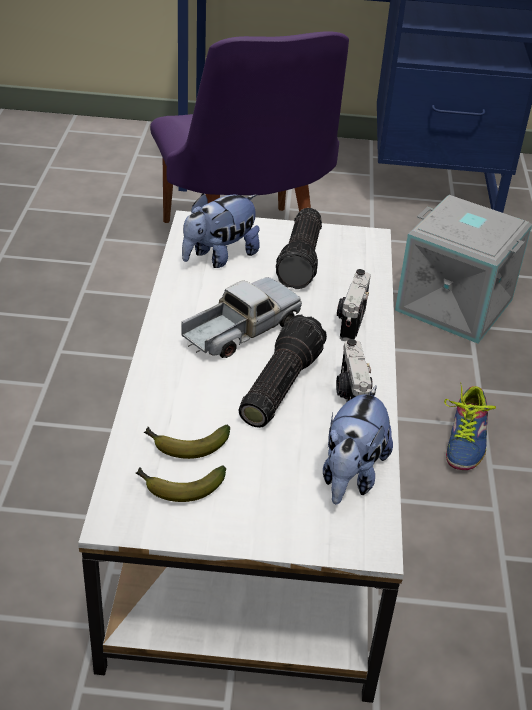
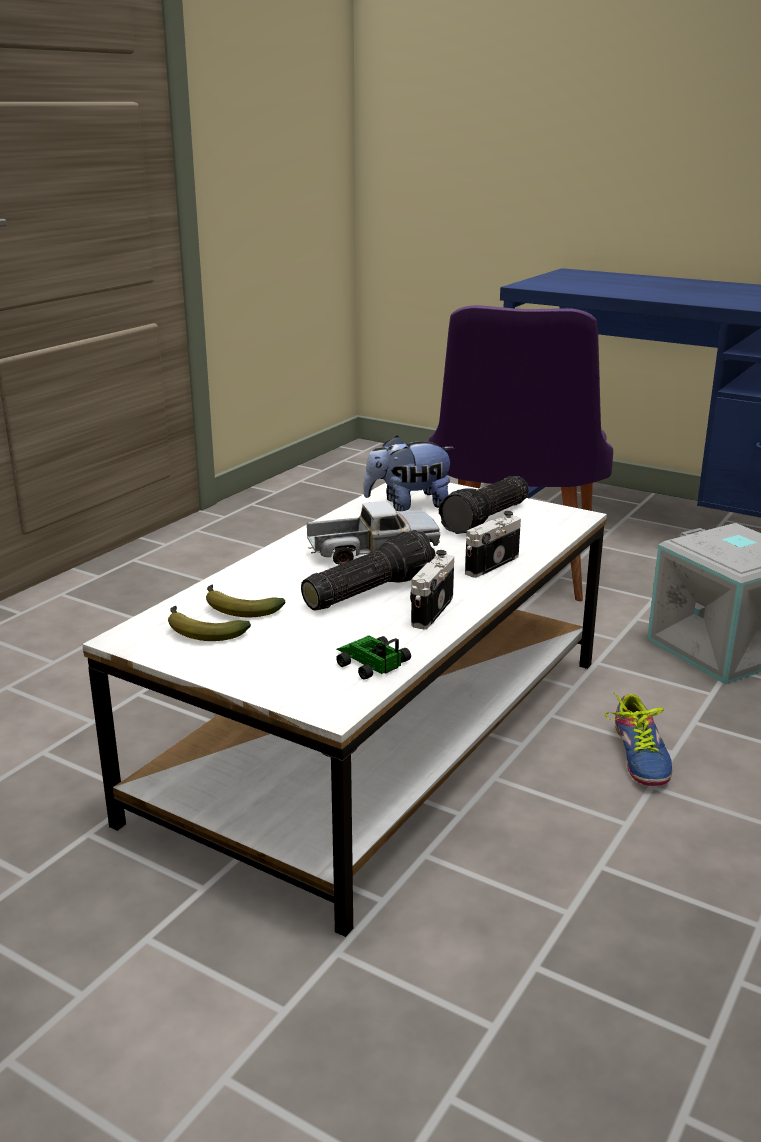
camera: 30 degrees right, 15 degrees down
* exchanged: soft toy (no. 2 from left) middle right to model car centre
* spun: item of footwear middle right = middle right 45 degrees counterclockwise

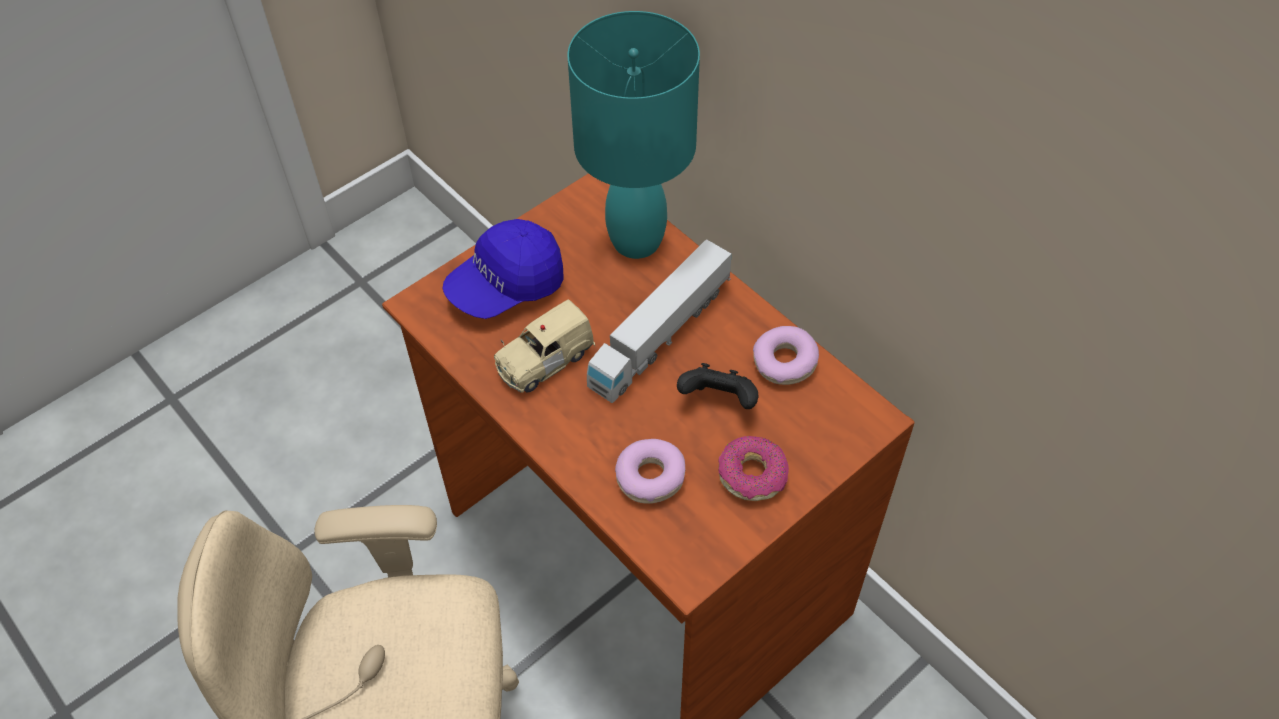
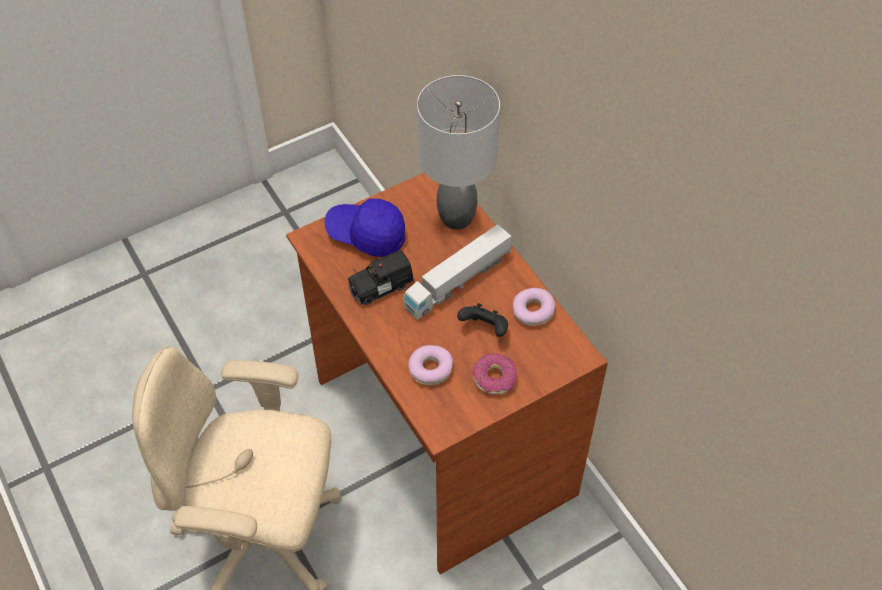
camera: 10 degrees right, 0 degrees up
* spun: bluish cap centre = centre 45 degrees clockwise
* colour: sand-coloured model car centre to black-coloured model car centre
* colour: blue-green tabletop lamp top centre to grey tabletop lamp top centre

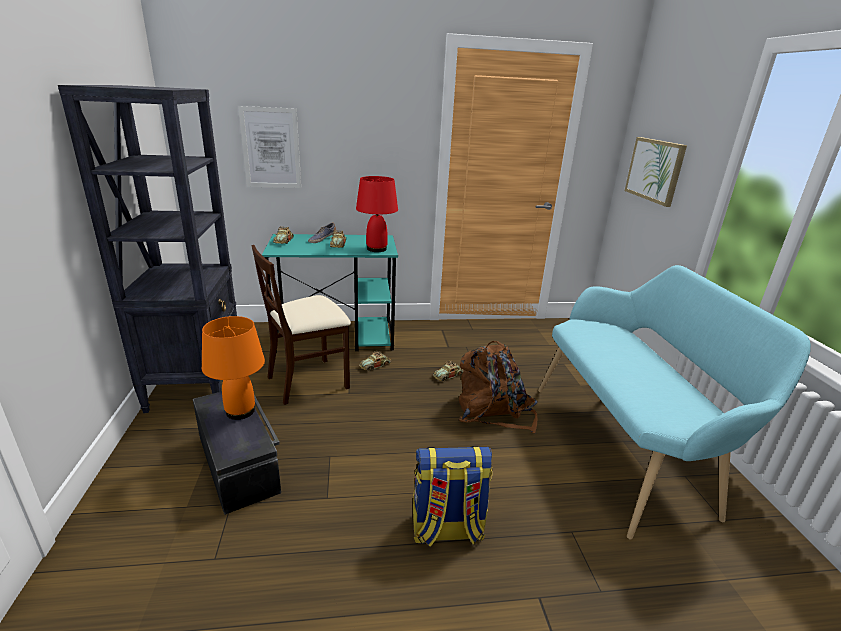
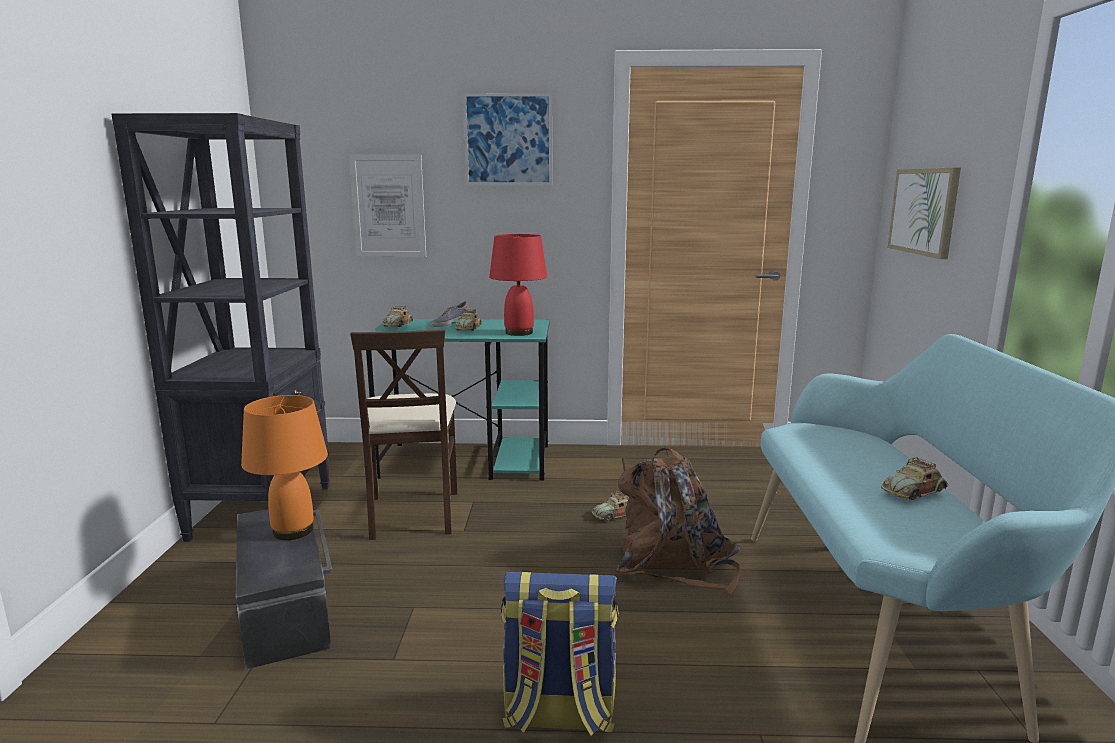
camera: 10 degrees right, 10 degrees down
* spun: sand-coloured upright chair centre = centre 75 degrees counterclockwise
* relocated: model car (no. 3 from left in the first image) centre to model car (no. 4 from left) middle right
* appeared: picture (no. 2 from left) top centre

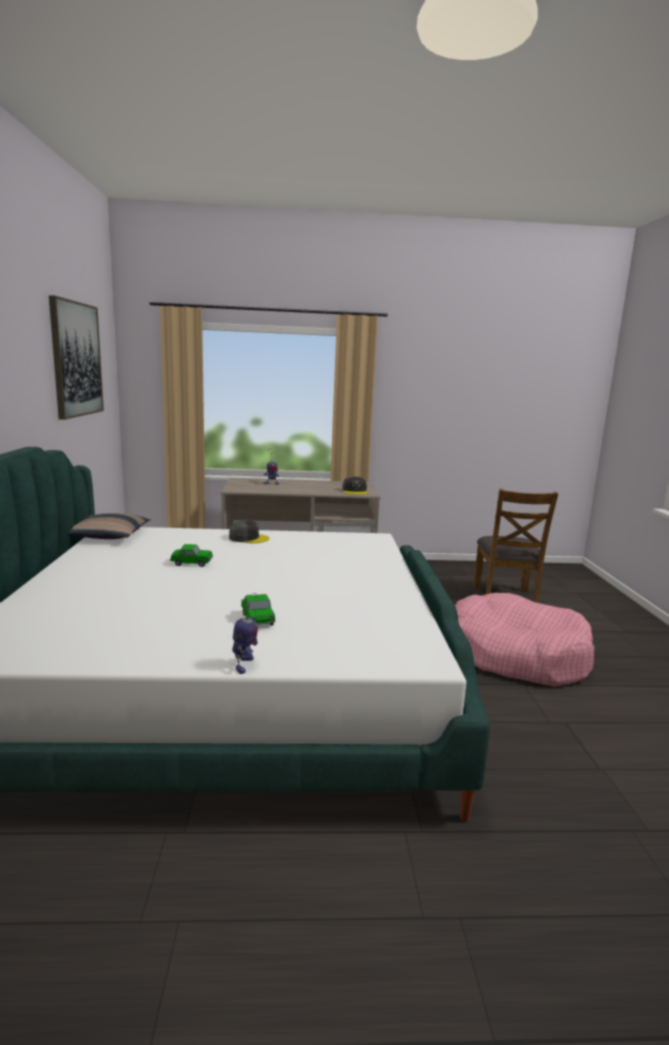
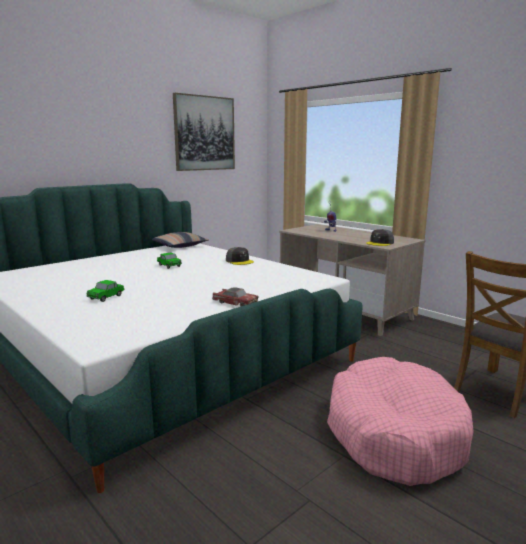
camera: 50 degrees right, 0 degrees up
* missing: robot figure (no. 1 from left) centre
* appeared: model car (no. 3 from left) centre

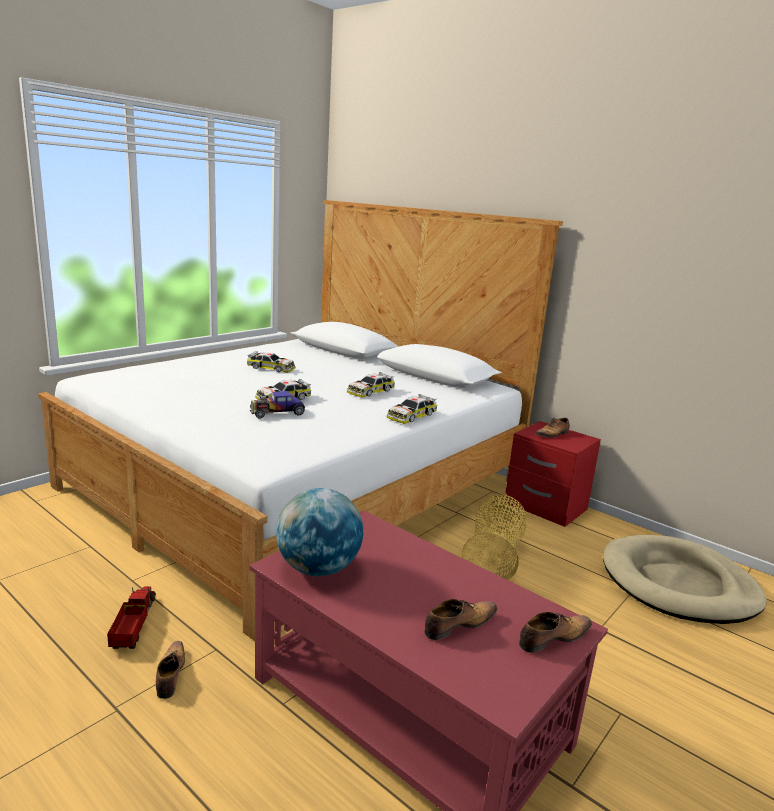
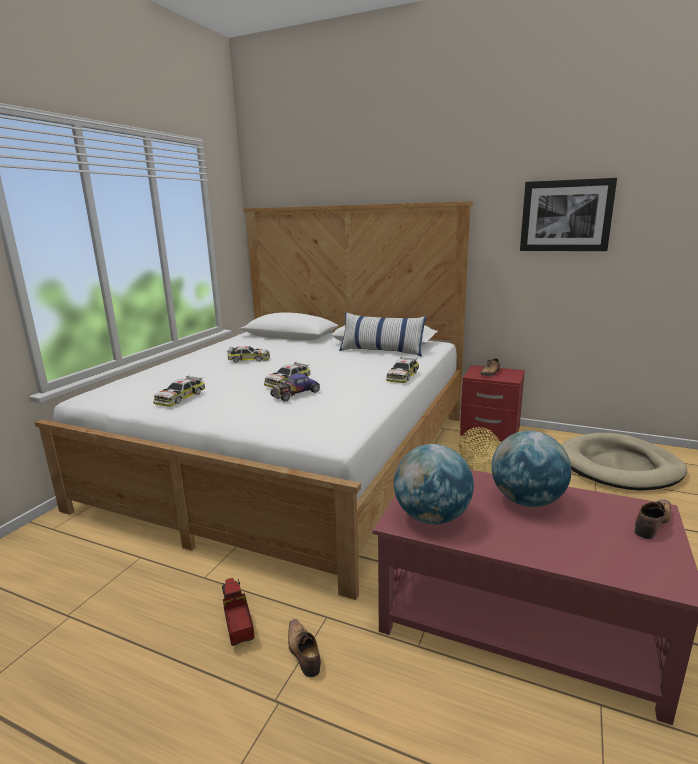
camera: 15 degrees left, 0 degrees up
* relocated: model car (no. 4 from left in the first image) centre to model car (no. 1 from left) middle left
* missing: item of footwear (no. 2 from left) bottom centre
* appeared: pillow centre
* appeared: world globe (no. 2 from left) middle right
* appeared: picture top right

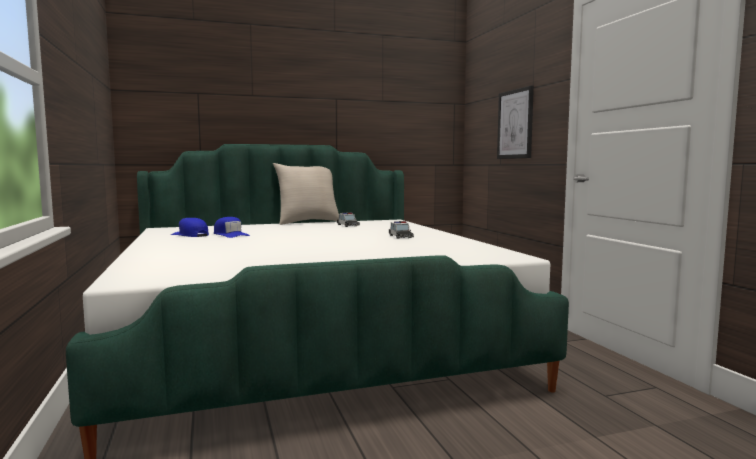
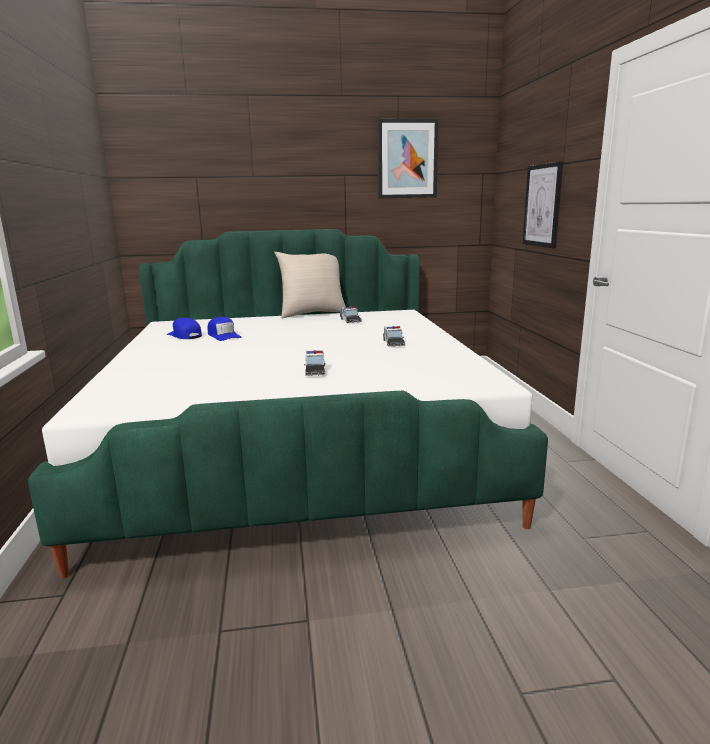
camera: 10 degrees right, 10 degrees up
* appeared: model car (no. 1 from left) centre
* appeared: picture (no. 1 from left) top centre

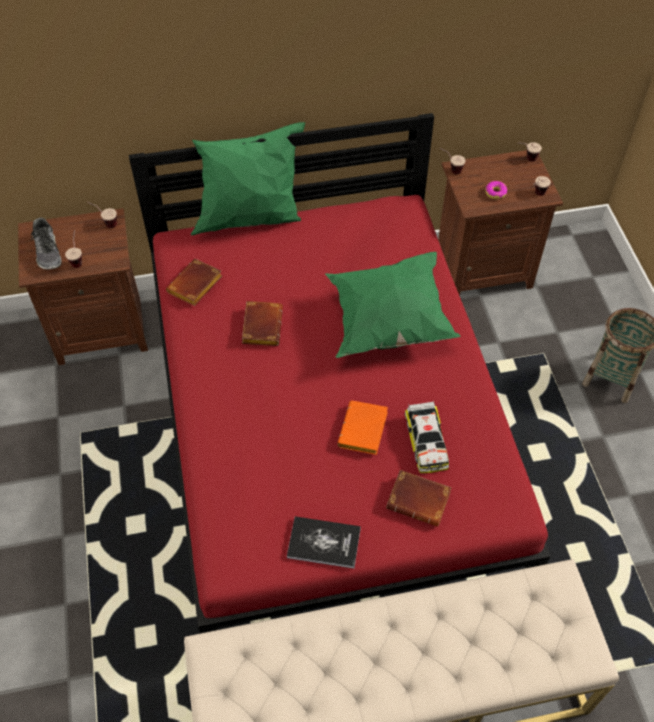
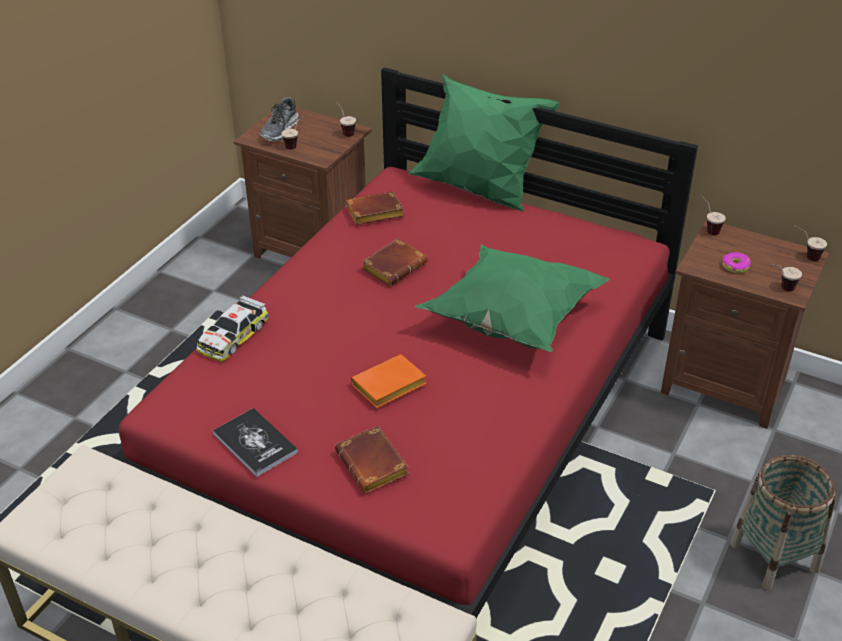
camera: 40 degrees right, 15 degrees down
* relocated: model car centre to middle left

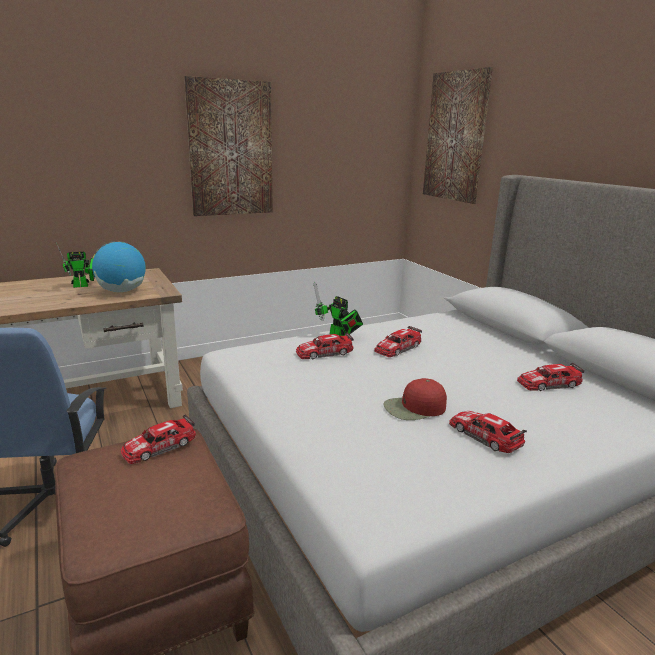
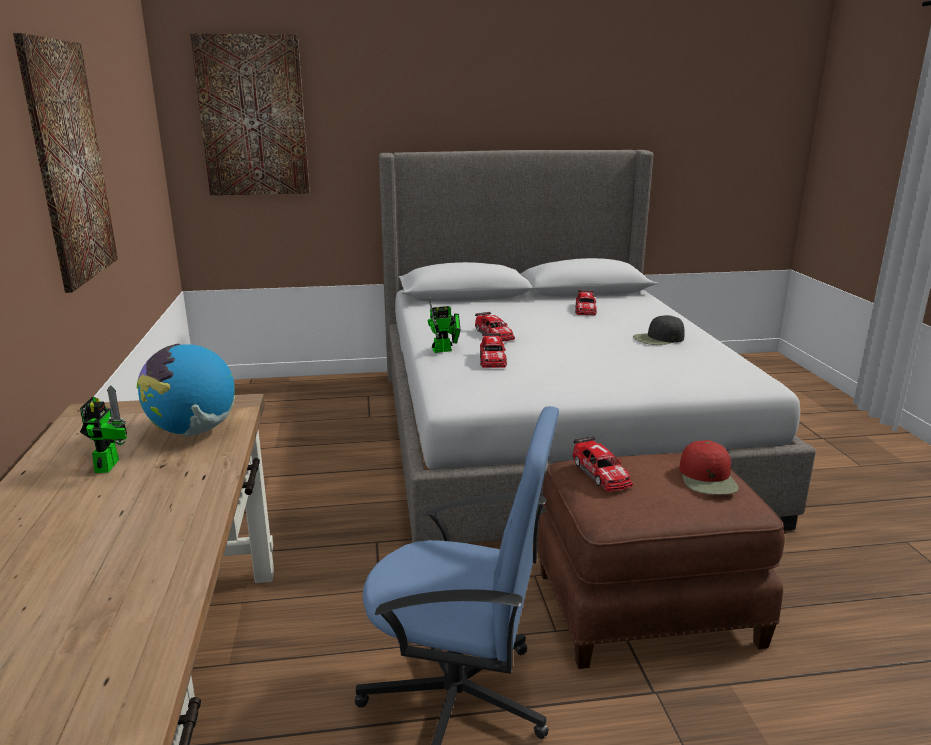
camera: 70 degrees left, 0 degrees up
* relocated: reddish cap centre to middle right
* exchanged: model car (no. 4 from left) middle right to black-coloured cap middle right

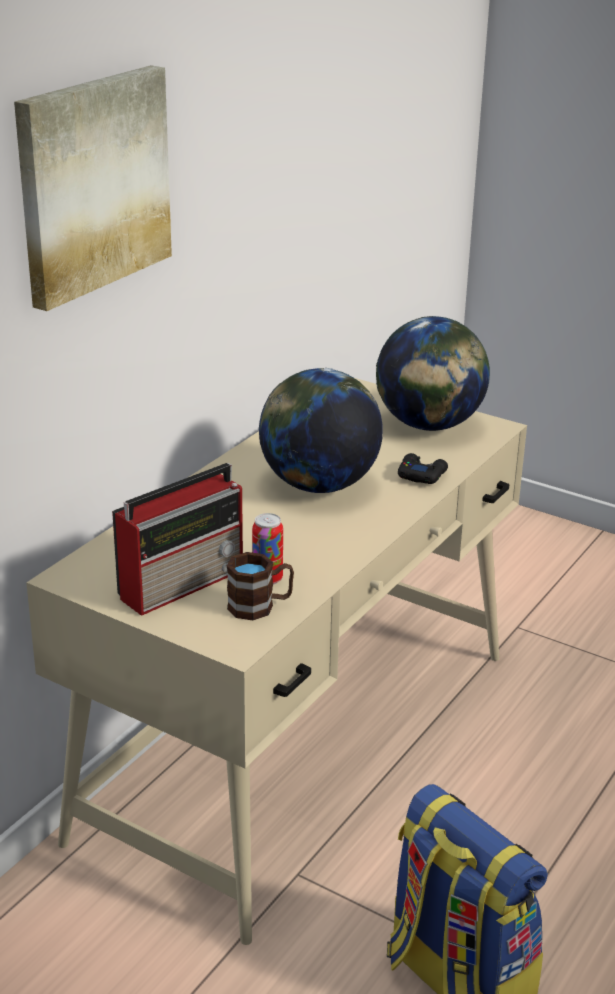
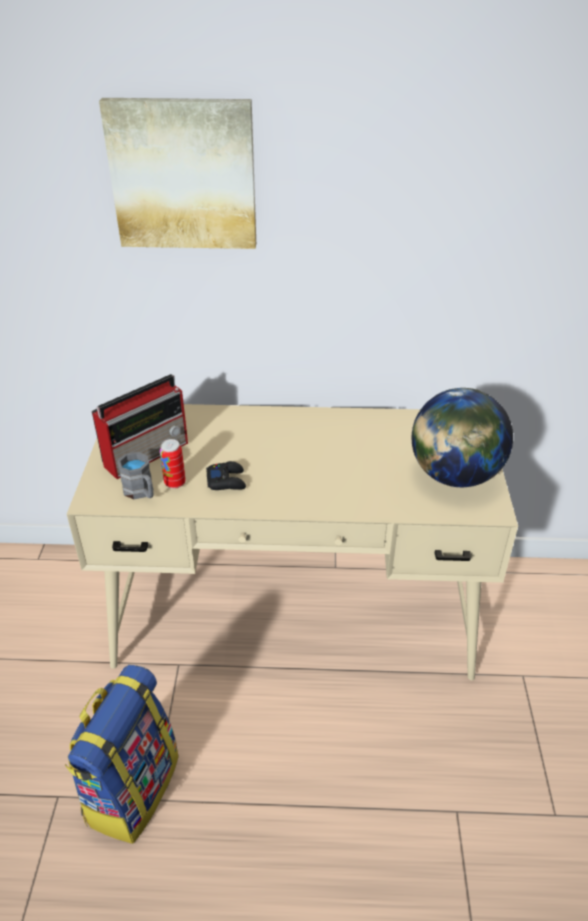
camera: 60 degrees right, 10 degrees up
* spun: radio receiver middle left = middle left 60 degrees counterclockwise
* colour: brown coffee mug centre to grey coffee mug middle left
* missing: world globe (no. 1 from left) centre
* relocated: black-coloured gamepad middle right to centre

